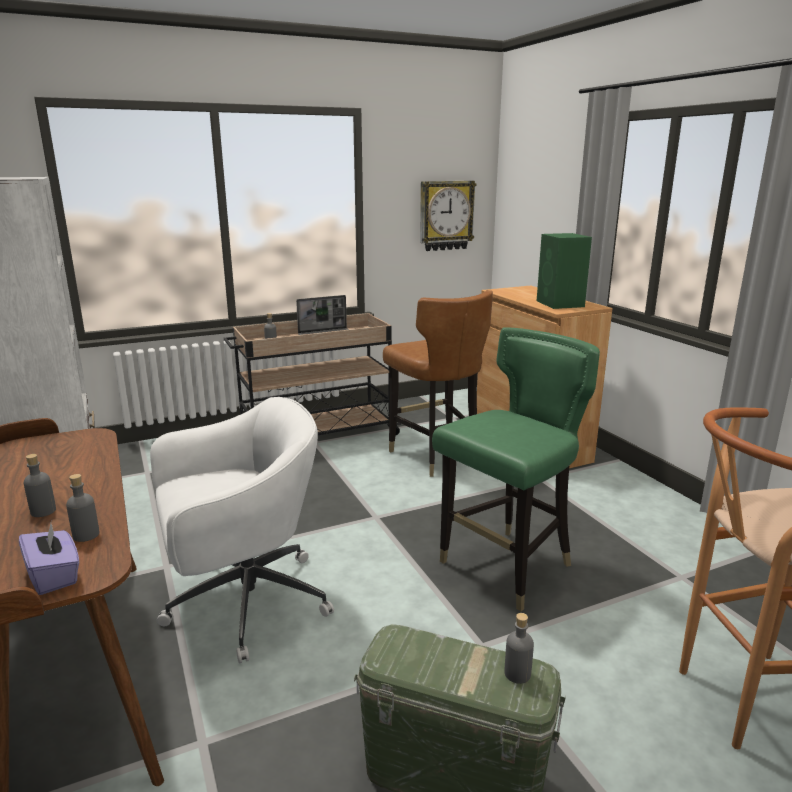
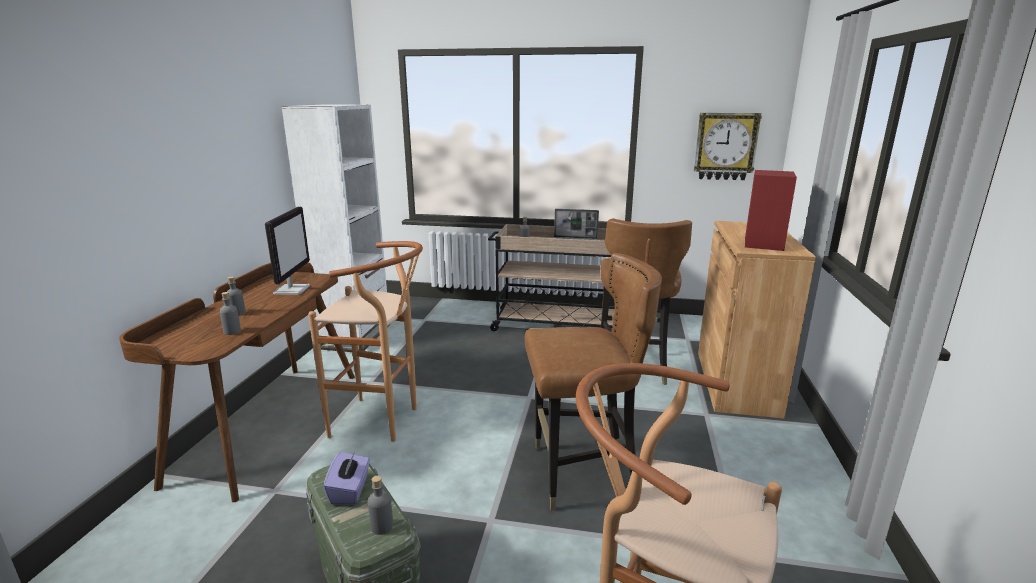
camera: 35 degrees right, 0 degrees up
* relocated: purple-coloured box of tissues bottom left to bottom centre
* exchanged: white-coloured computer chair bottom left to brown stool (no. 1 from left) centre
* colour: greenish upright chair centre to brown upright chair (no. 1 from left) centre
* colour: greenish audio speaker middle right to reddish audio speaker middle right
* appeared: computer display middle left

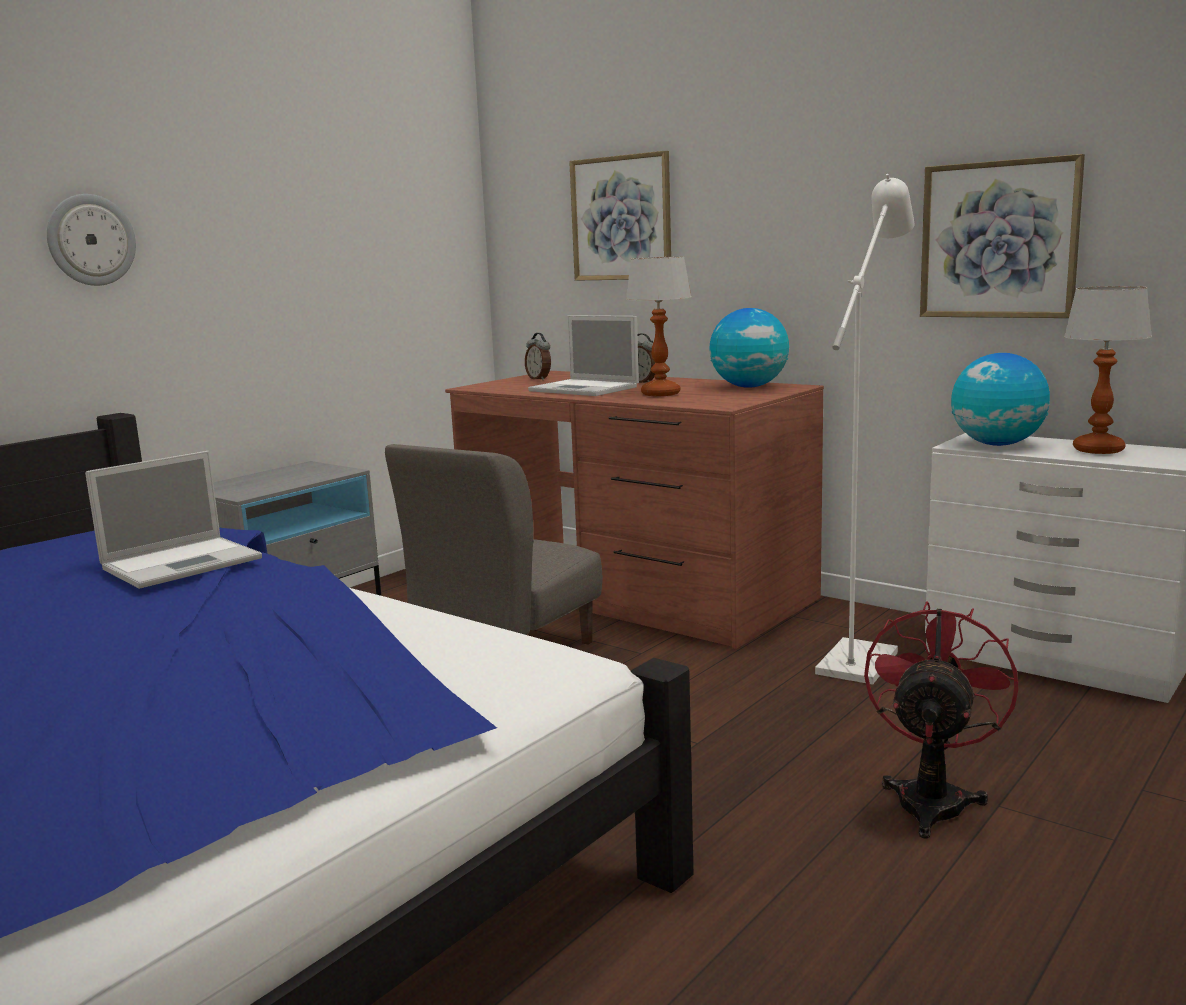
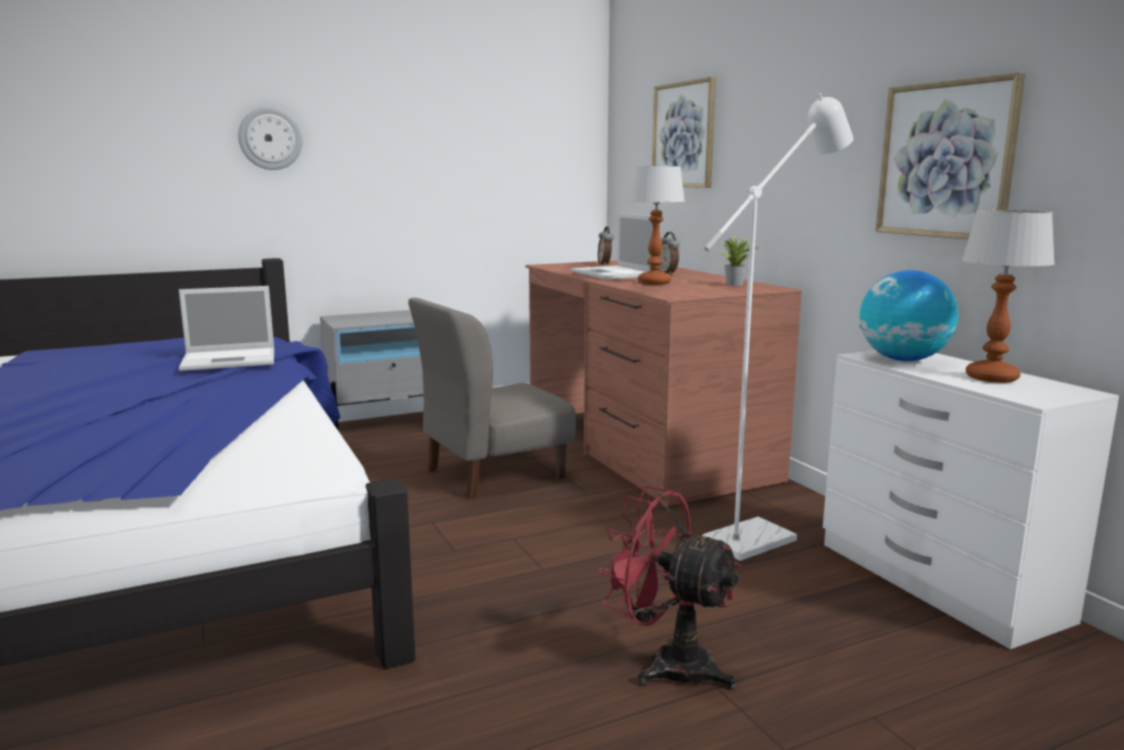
camera: 25 degrees right, 0 degrees up
* exchanged: world globe (no. 1 from left) centre to houseplant centre
* spun: reddish cooling fan bottom right = bottom centre 105 degrees counterclockwise

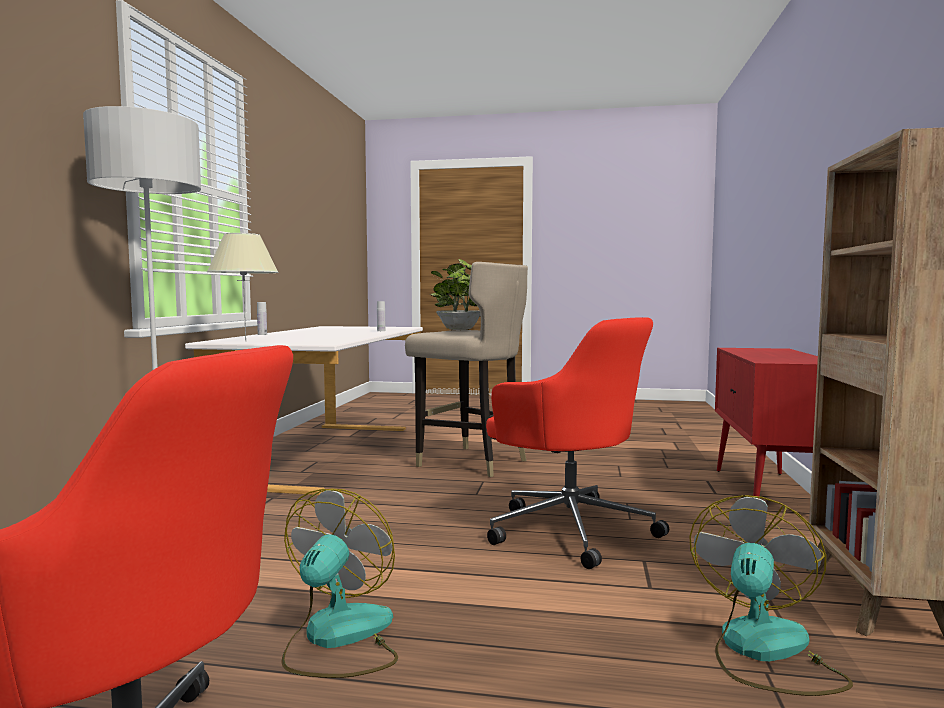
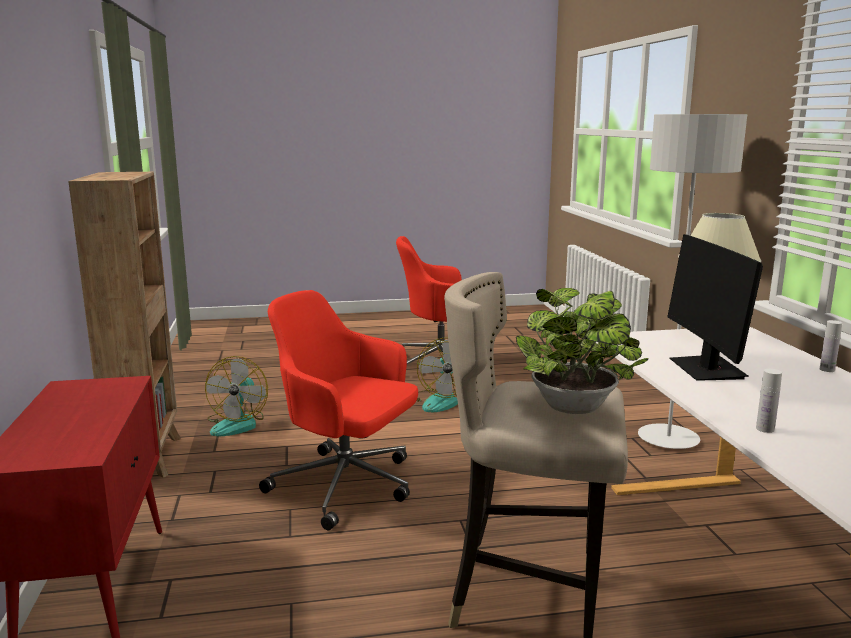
camera: 160 degrees right, 10 degrees up
* appeared: computer display middle right

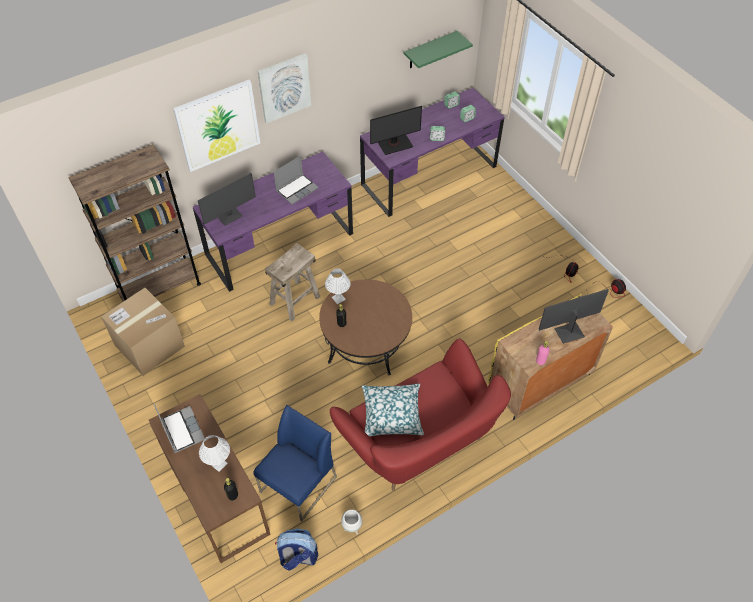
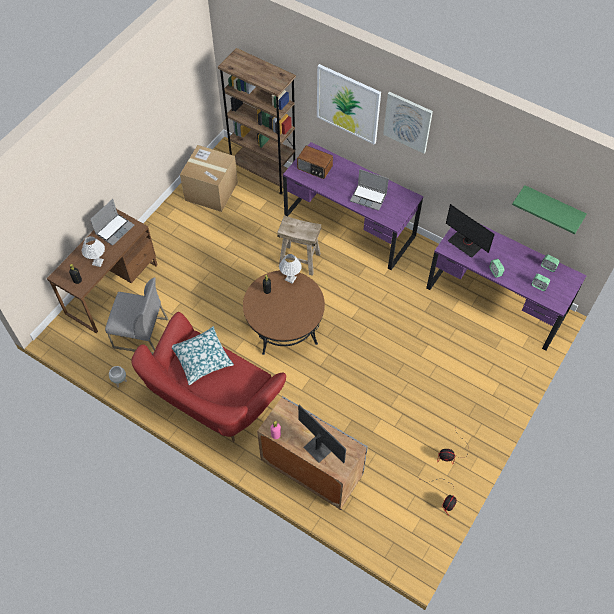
camera: 65 degrees right, 5 degrees up
* exchanged: computer display (no. 1 from left) top left to radio receiver top centre
* colour: bluish upright chair bottom centre to grey upright chair middle left
* missing: rucksack bottom centre
* colour: yellow-coloured cupboard middle right to grey cupboard bottom centre

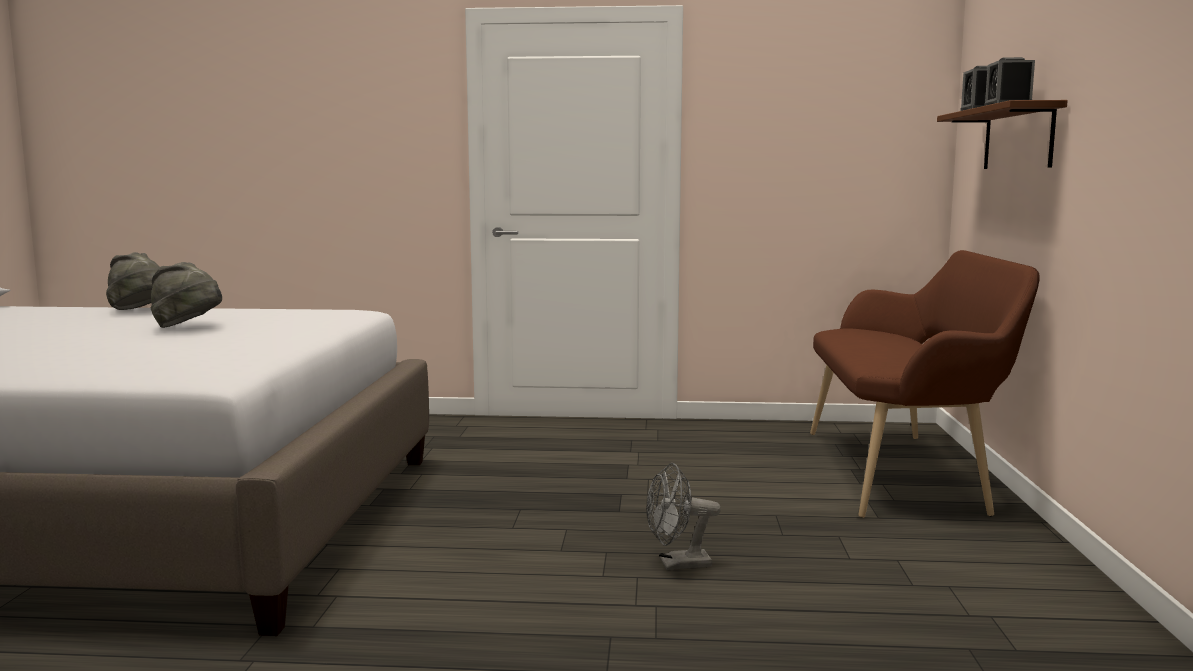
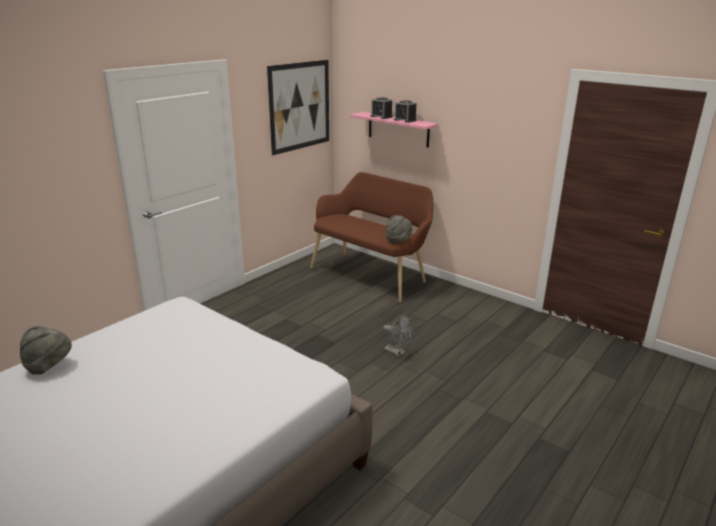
camera: 55 degrees left, 15 degrees up
* relocated: grey hat (no. 2 from left) middle left to centre
* spun: grey cooling fan bottom centre = centre 75 degrees counterclockwise
* colour: brown shelf top right to pink shelf top centre
* appeared: picture top centre

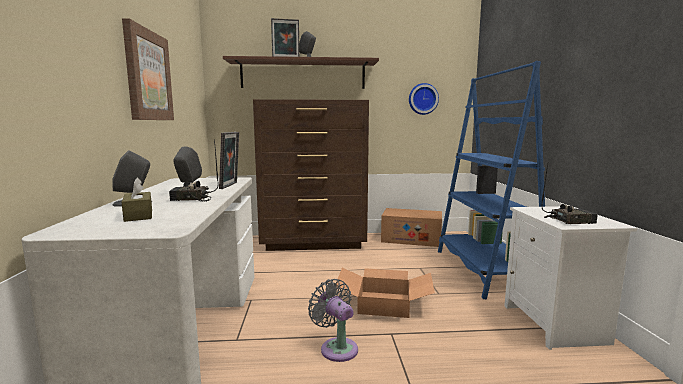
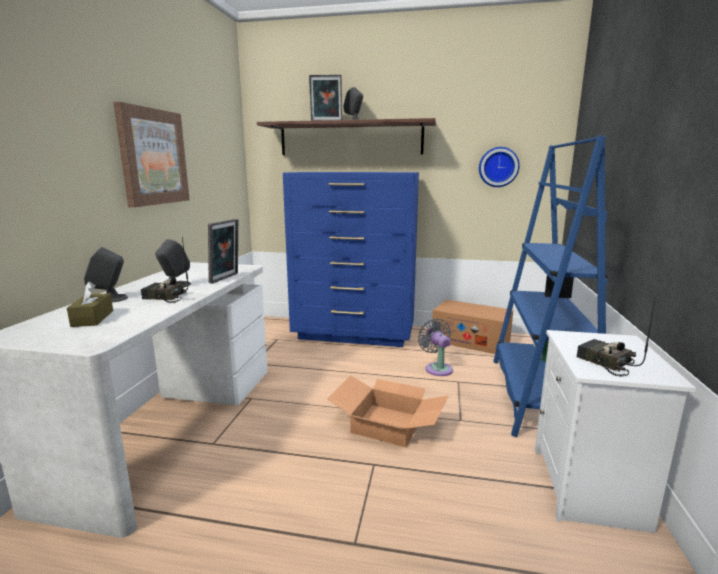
camera: 15 degrees right, 5 degrees up
* colour: brown chest of drawers centre to bluish chest of drawers centre
* relocated: grey cooling fan bottom centre to centre
* spun: radio receiver (no. 2 from left) middle right = middle right 135 degrees counterclockwise

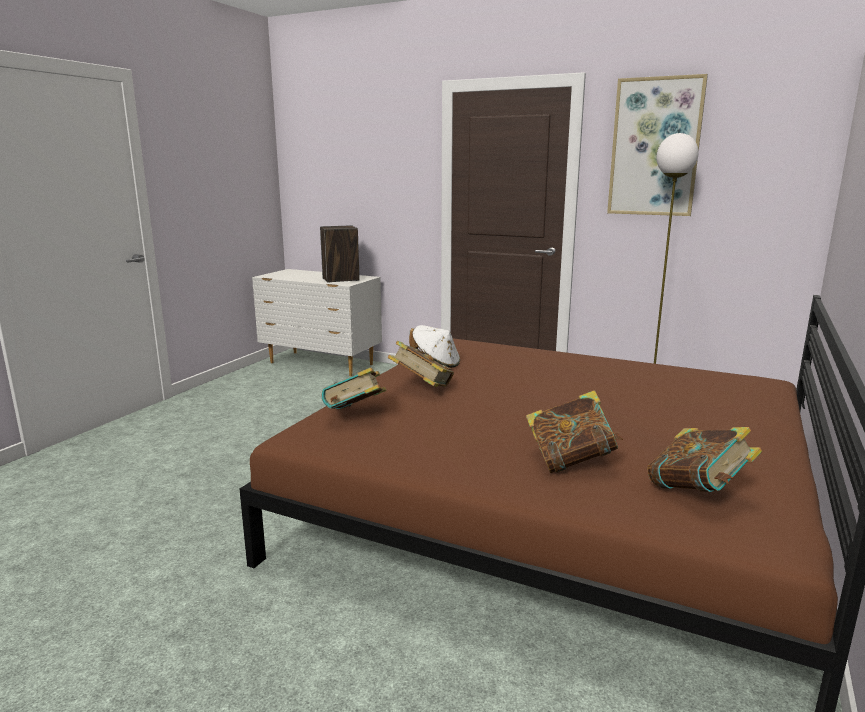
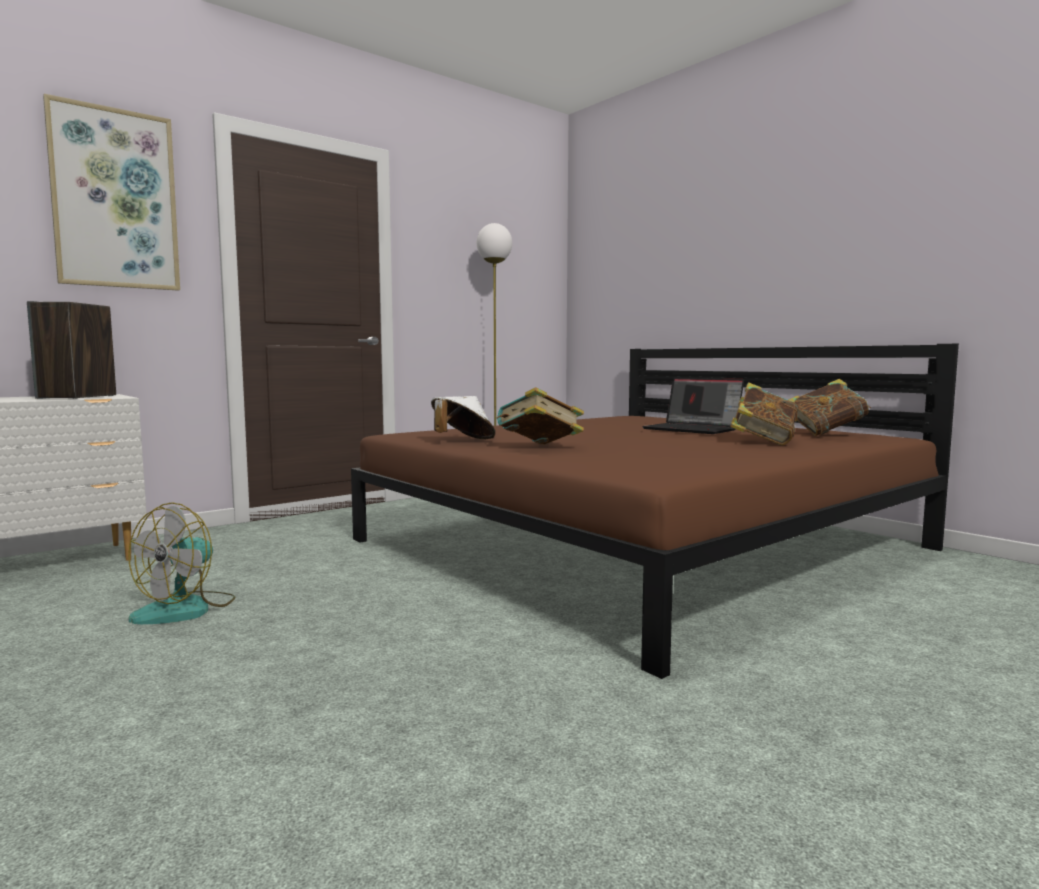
camera: 65 degrees left, 10 degrees down
* missing: book (no. 1 from left) centre
* relocated: picture top right to top left
* appeared: cooling fan middle left
* appeared: notebook computer middle right

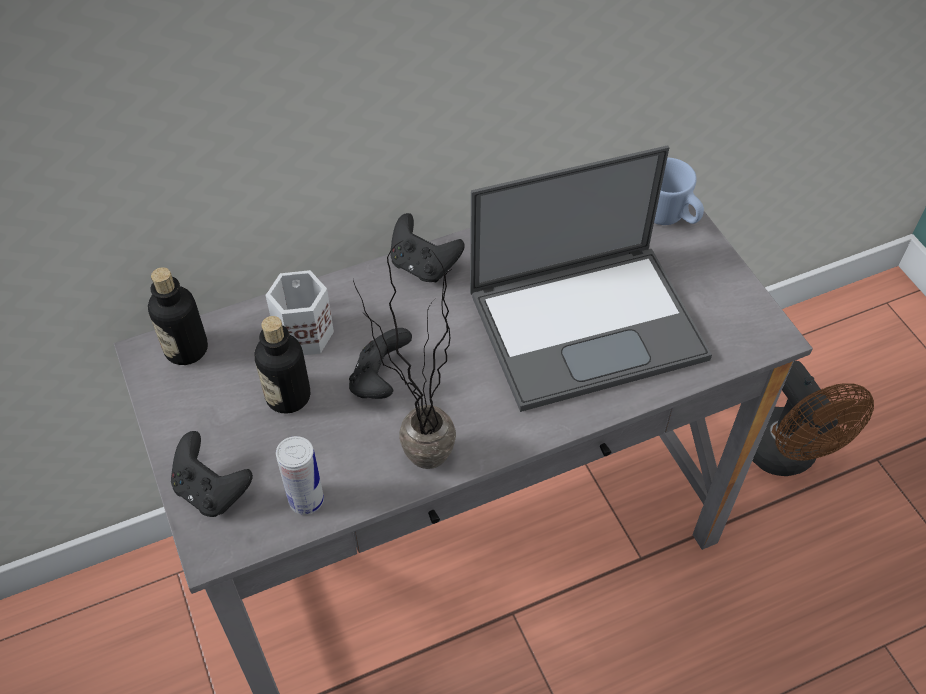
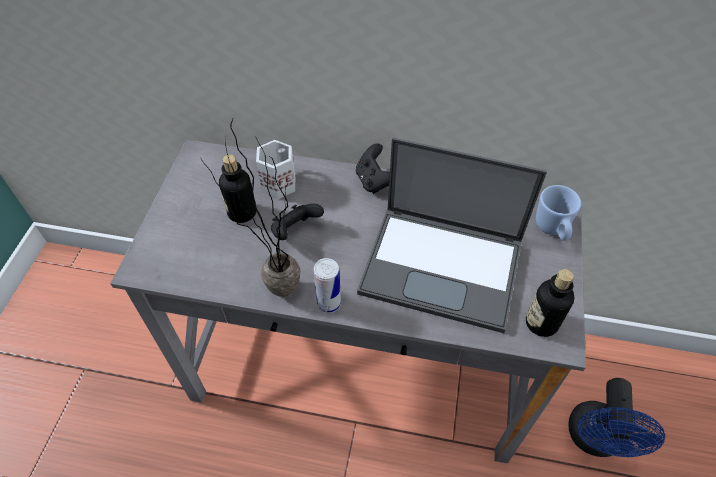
camera: 35 degrees right, 0 degrees up
* relocated: drink bottle (no. 1 from left in the first image) middle left to drink bottle (no. 2 from left) middle right
* missing: black-coloured gamepad (no. 1 from left) bottom left
* relocated: can bottom left to centre
* colour: brown cooling fan middle right to bluish cooling fan bottom right

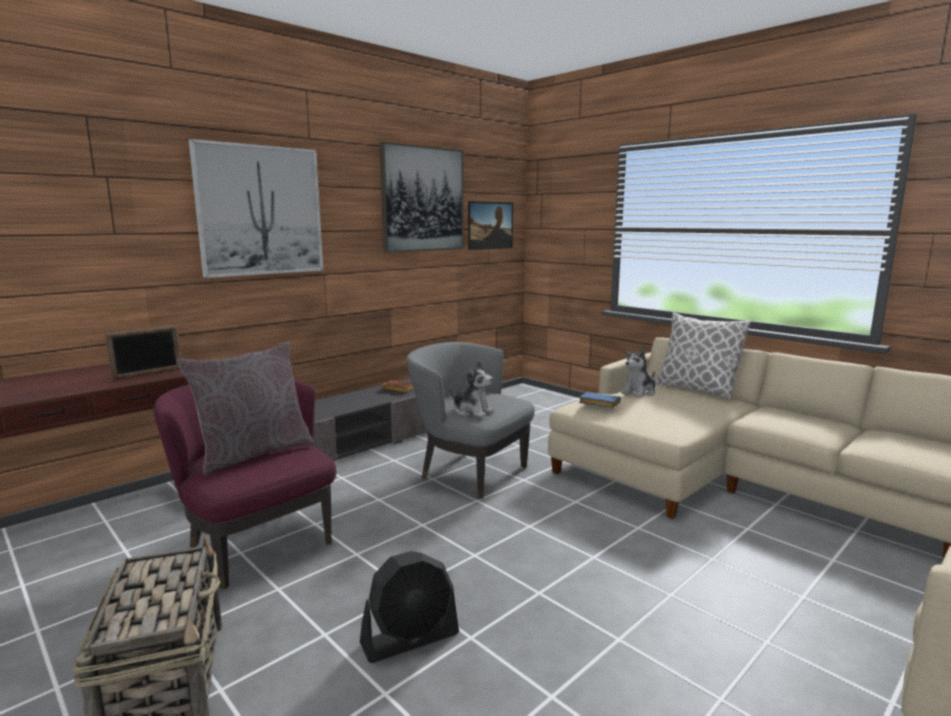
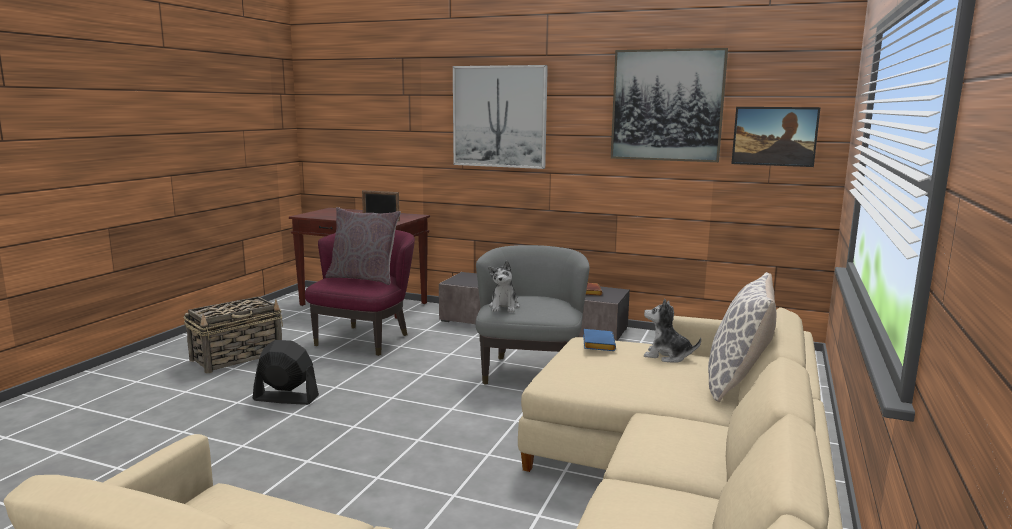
camera: 65 degrees right, 0 degrees up
* spun: black-coloured cooling fan bottom centre = bottom left 150 degrees clockwise

